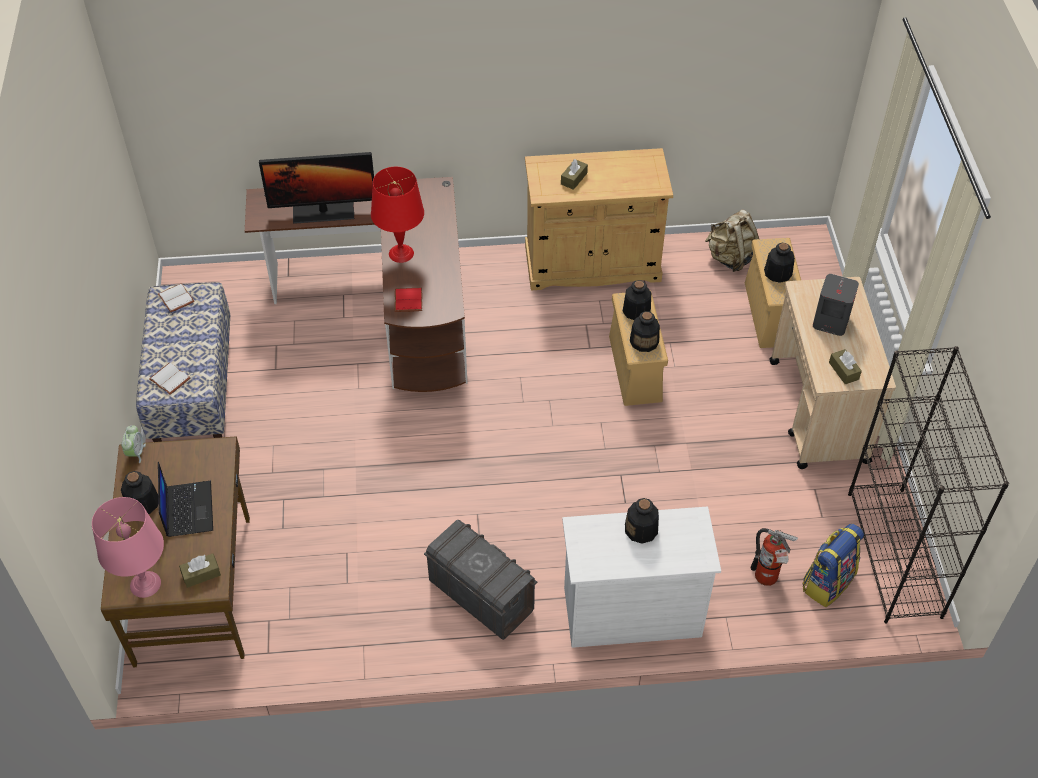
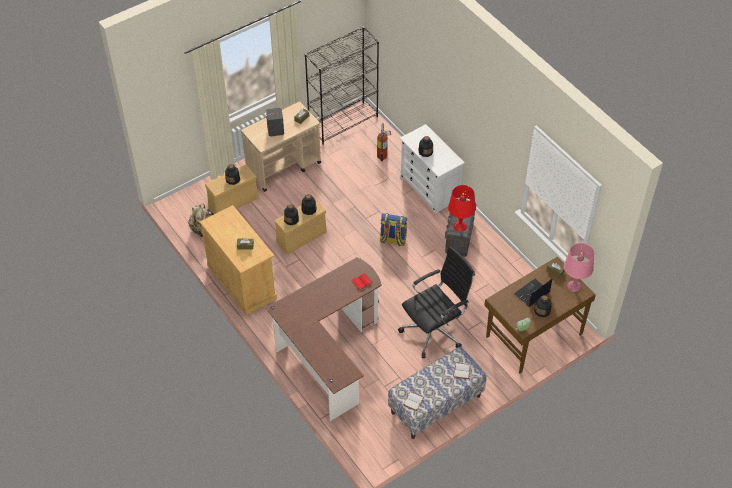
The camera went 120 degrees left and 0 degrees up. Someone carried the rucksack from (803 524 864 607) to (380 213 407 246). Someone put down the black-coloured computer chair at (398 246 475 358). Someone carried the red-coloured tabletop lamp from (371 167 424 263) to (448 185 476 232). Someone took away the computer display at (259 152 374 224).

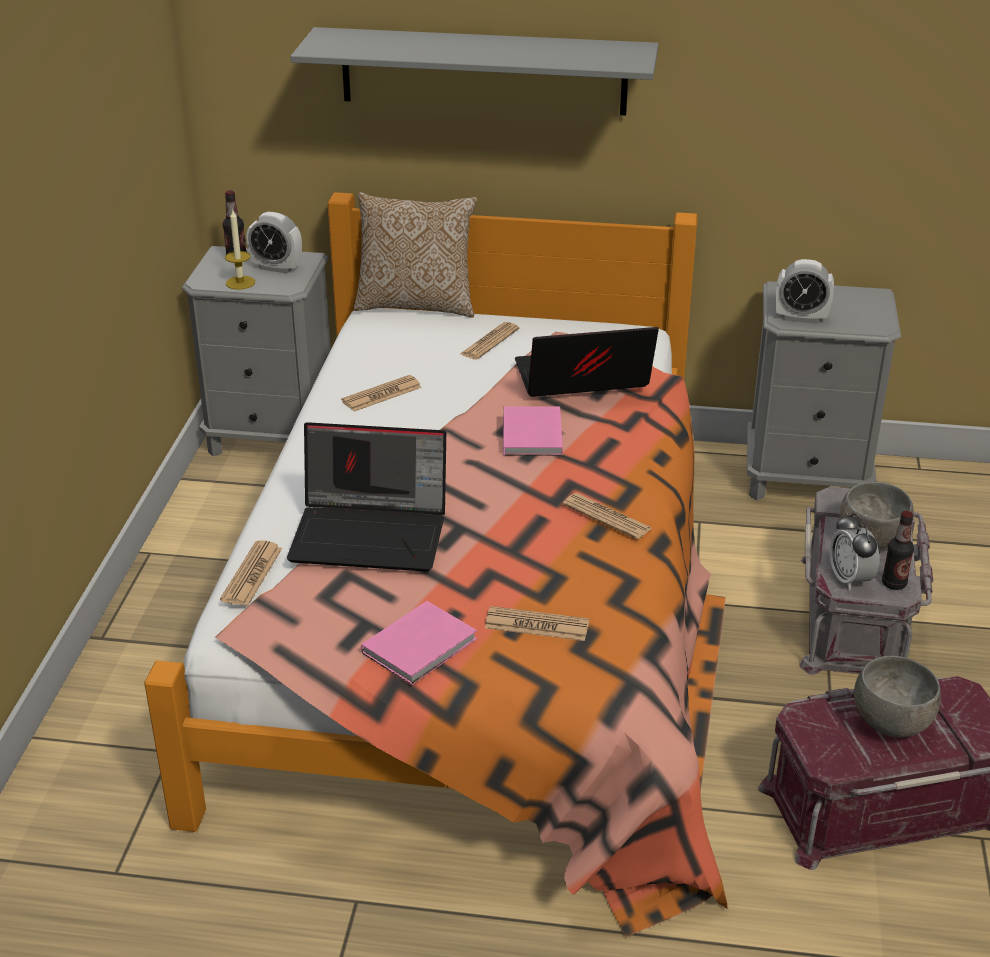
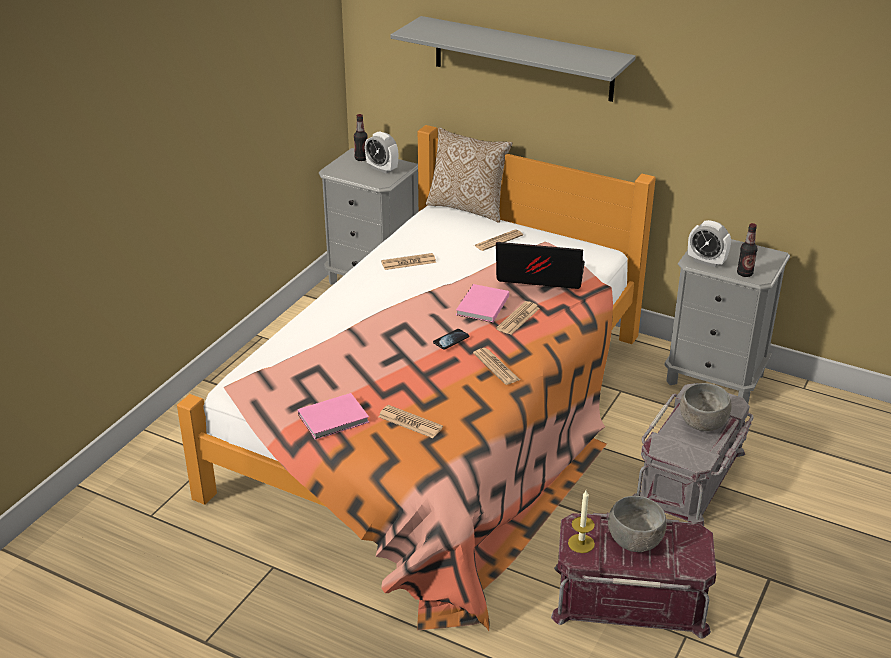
The camera went 20 degrees right and 0 degrees up. Someone put down the handset at (433 329 469 350). Someone carried the daily paper from (220 540 282 606) to (496 301 540 335). Someone carried the candle from (225 209 255 290) to (568 490 595 553). Someone carried the drink bottle from (882 511 914 590) to (737 223 758 277). Someone took away the notebook computer at (287 422 446 572). Someone took away the alarm clock at (830 513 879 591).

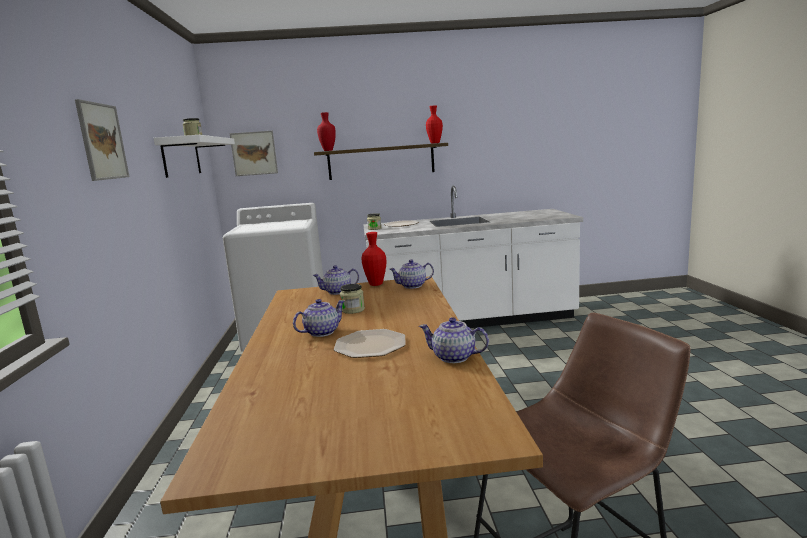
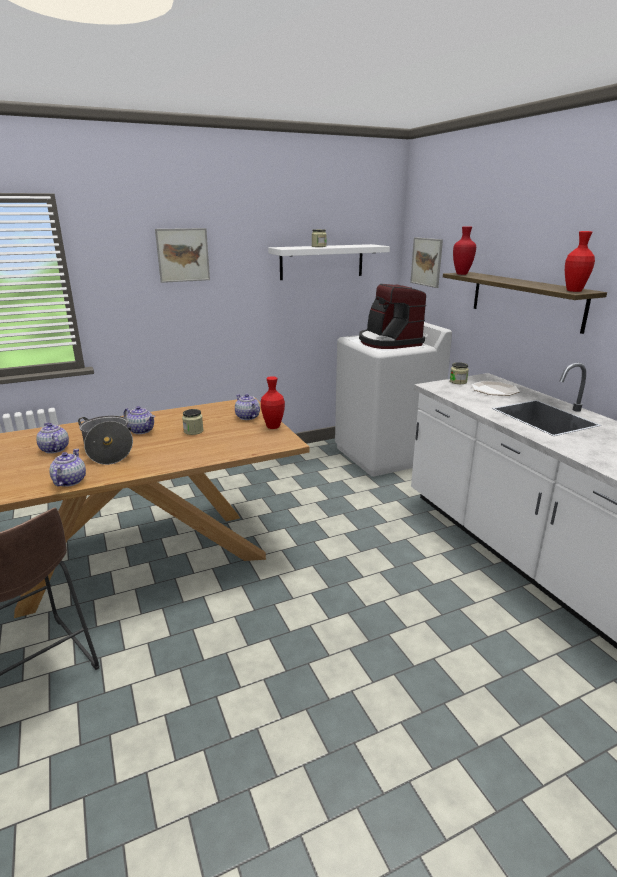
The camera went 70 degrees right and 10 degrees up. Someone carried the tea pot from (389 260 434 289) to (36 422 69 454). Someone swapped the flat dish at (334 329 406 358) for the stockpot at (78 416 133 465). Someone put down the coffee brewer at (359 284 426 349).

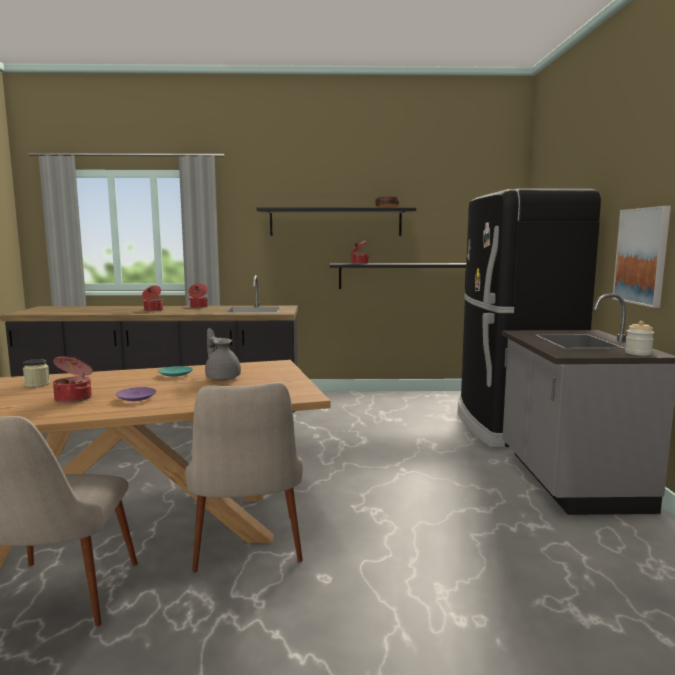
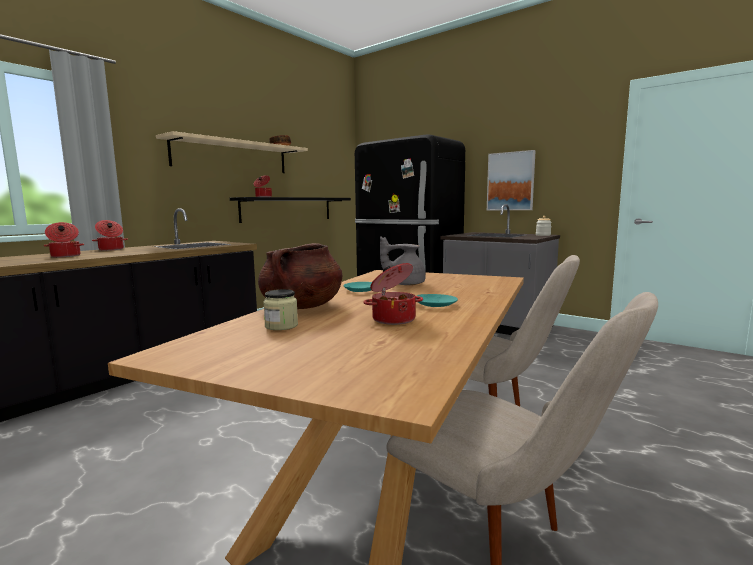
The camera went 50 degrees left and 0 degrees up. Someone repainted the black-coloured shelf at (256 207 416 236), which became the sand-coloured shelf at (156 131 308 173). Someone put down the brownish stockpot at (258 243 342 309). Someone repainted the purple flat dish at (116 387 157 401), which became the turquoise flat dish at (417 294 458 307).

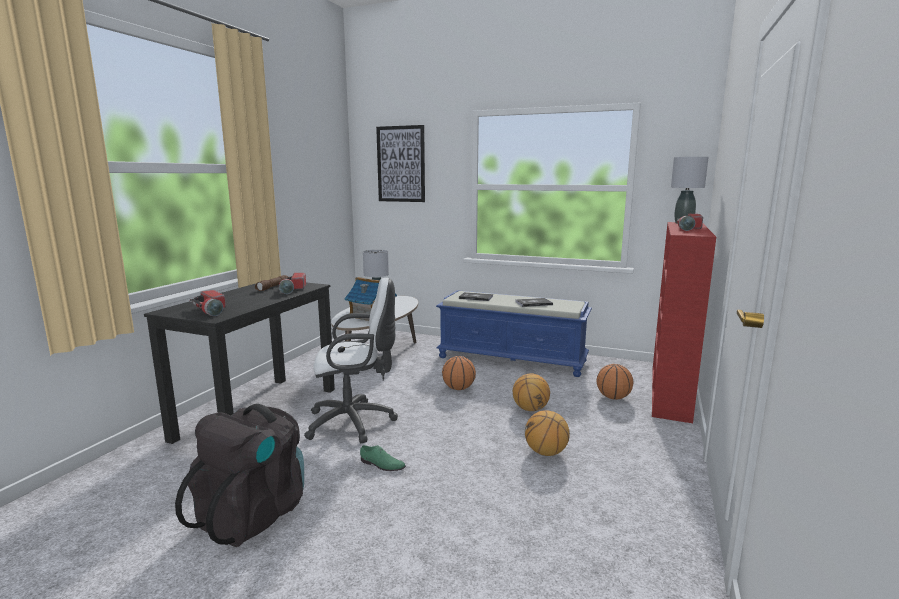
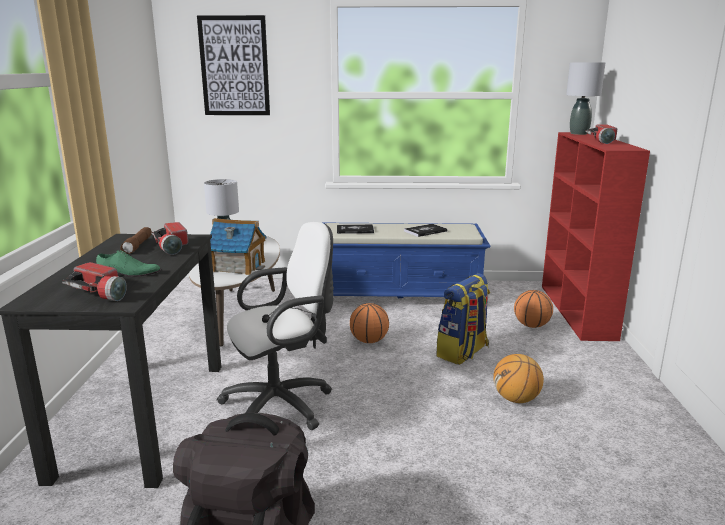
The camera went 20 degrees left and 5 degrees up. Someone carried the green item of footwear from (360 445 406 471) to (96 250 161 277). Someone swapped the basketball at (513 374 550 411) for the rucksack at (436 273 490 365).

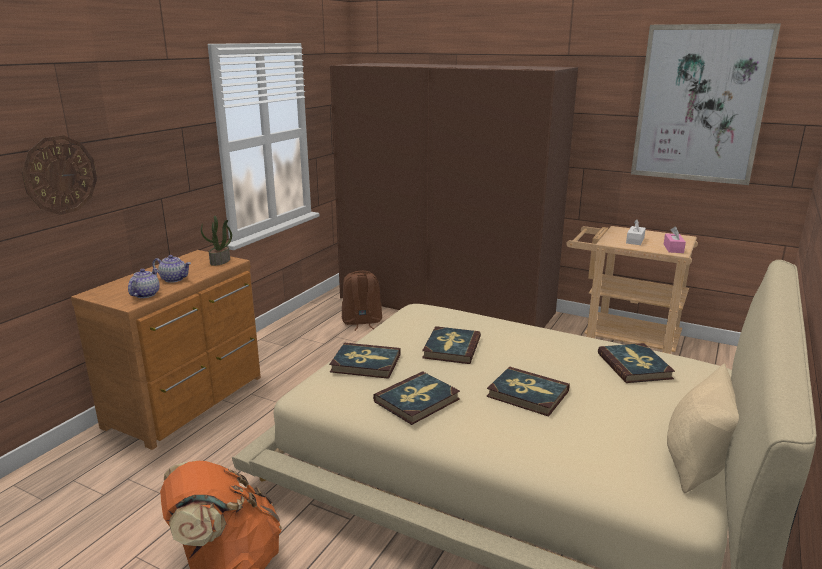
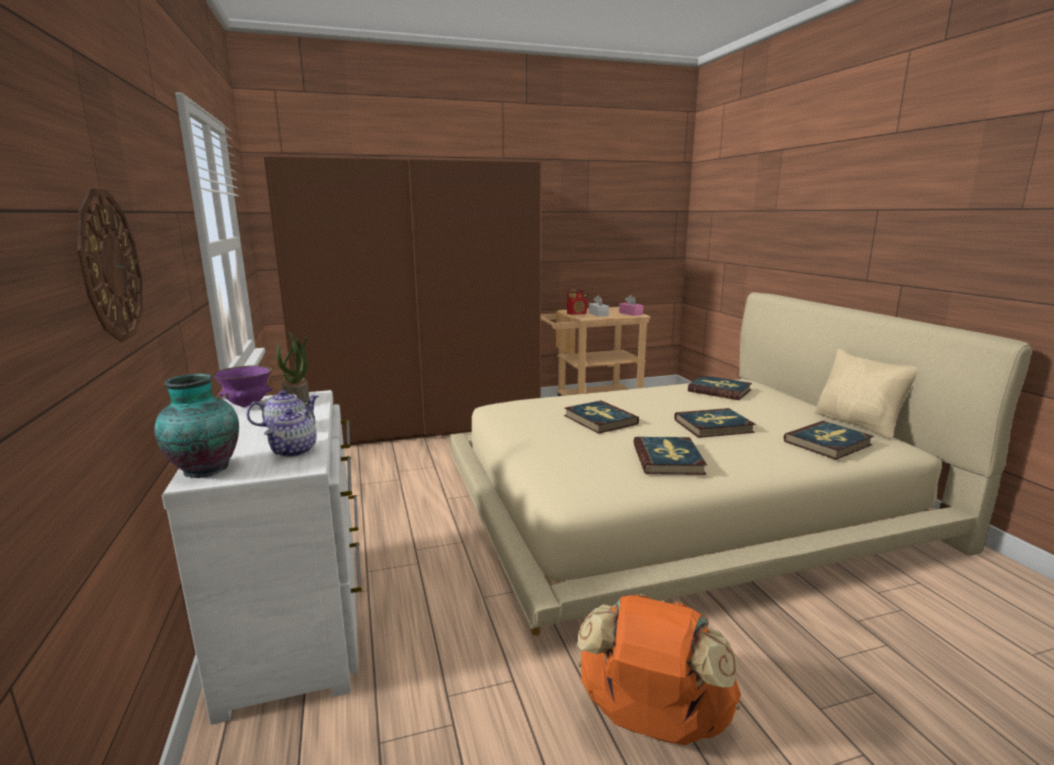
The camera went 45 degrees left and 5 degrees down. Someone put down the decorative vase at (154 374 239 478). Someone repainted the brownish dresser at (71 250 261 450), which became the white-coloured dresser at (162 390 362 725). Someone put down the purple bowl at (213 365 273 407). Someone rotated the tea pot at (128 268 160 298) by 135 degrees counterclockwise. Someone put down the radio set at (567 289 588 315). Someone carried the volume from (329 343 401 379) to (784 421 874 460). Someone took away the brownish rucksack at (342 271 382 331). Someone took away the wall picture at (631 23 781 185).

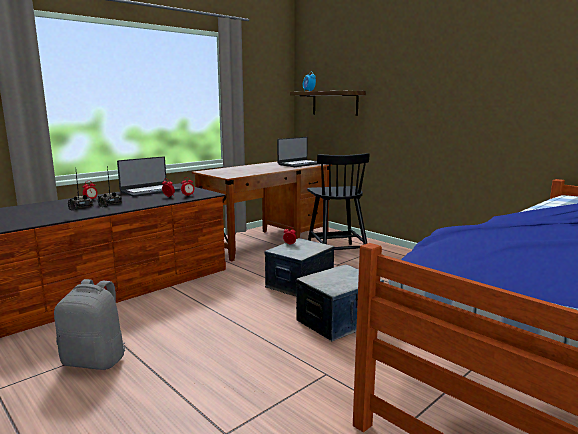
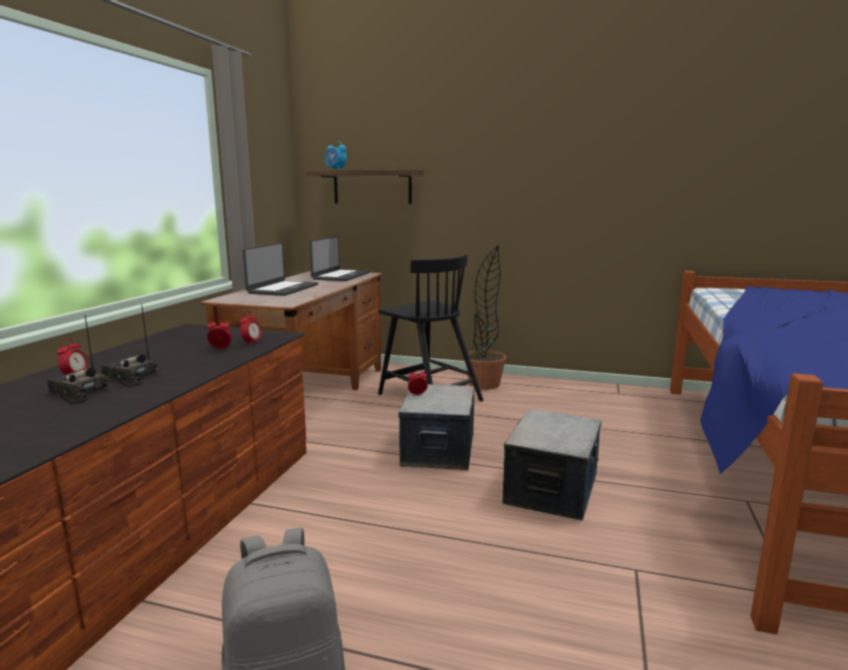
The camera went 30 degrees left and 0 degrees up. Someone carried the notebook computer from (117 156 181 197) to (242 243 318 296). Someone put down the potted plant at (464 245 506 390).

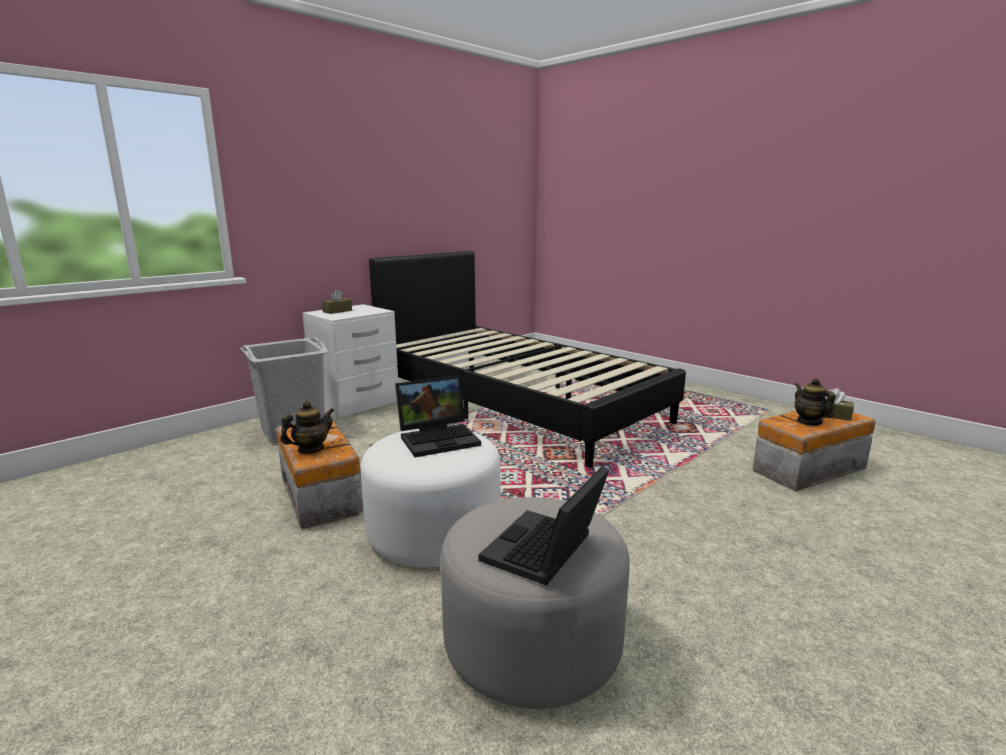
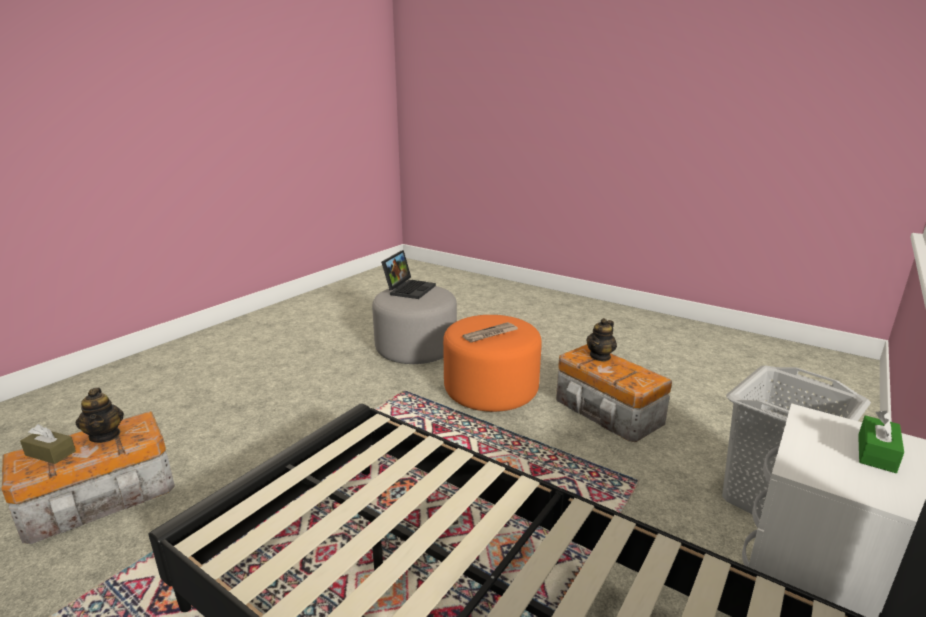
The camera went 170 degrees right and 5 degrees up. Someone repainted the white-coloured pouffe at (361 429 500 567), which became the orange-coloured pouffe at (443 315 542 412). Someone swapped the notebook computer at (395 376 481 457) for the daily paper at (462 322 518 342). Someone repainted the brownish tissue holder at (322 290 352 314), which became the green tissue holder at (858 410 904 473).

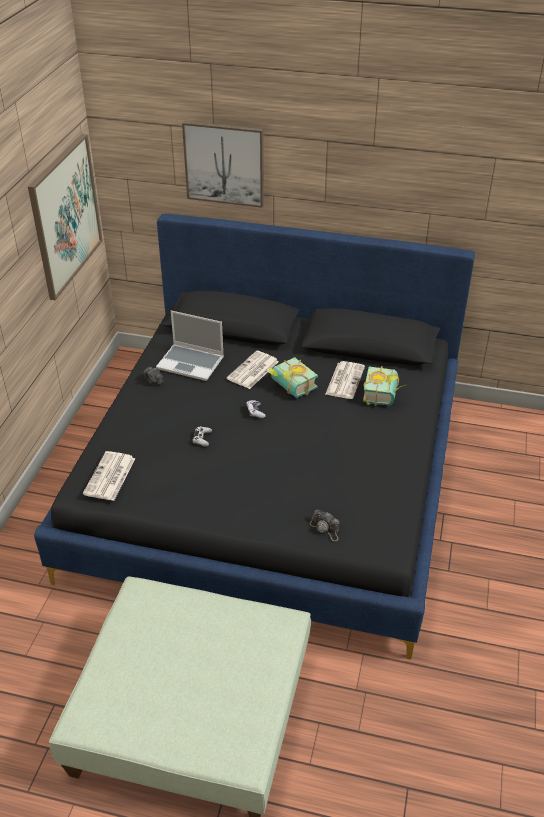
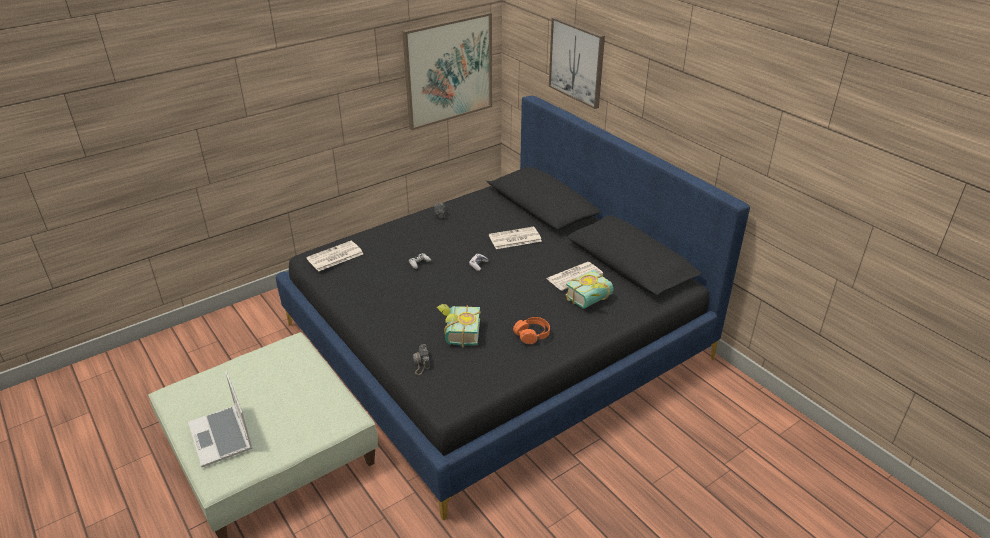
The camera went 40 degrees right and 5 degrees down. Someone carried the notebook computer from (156 311 224 381) to (188 372 253 467). Someone carried the volume from (268 357 318 398) to (437 304 481 347). Someone put down the orange-coloured pair of headphones at (513 317 550 344).

